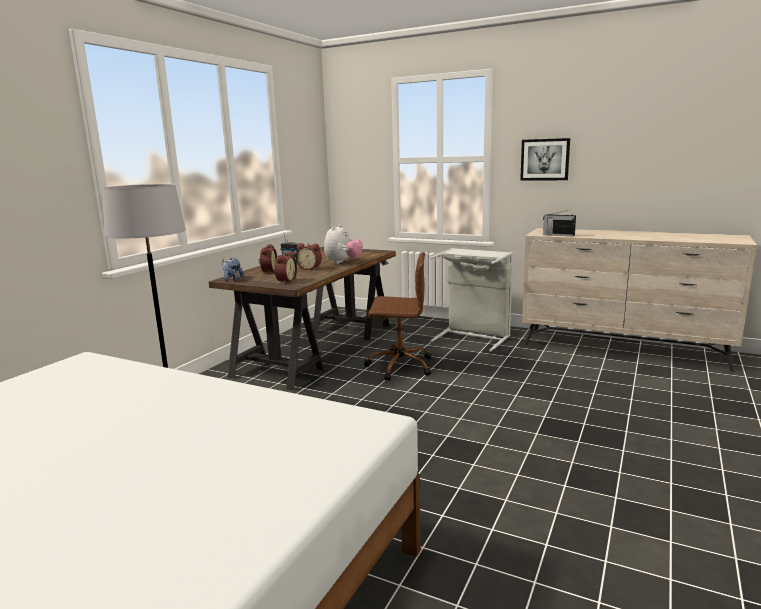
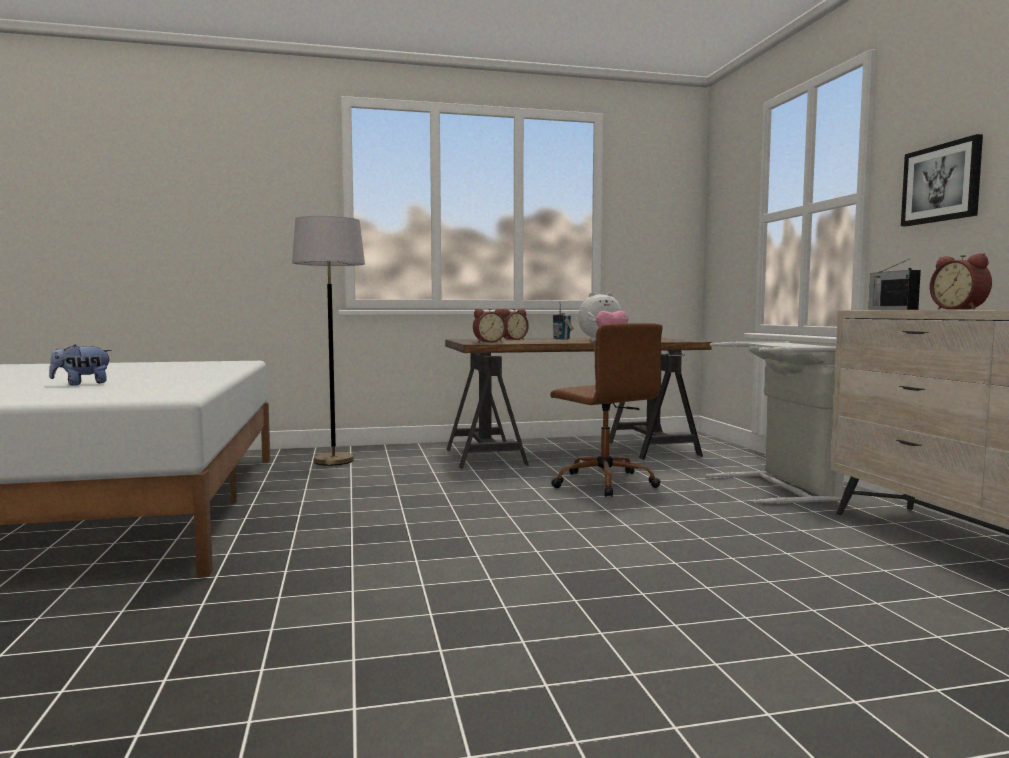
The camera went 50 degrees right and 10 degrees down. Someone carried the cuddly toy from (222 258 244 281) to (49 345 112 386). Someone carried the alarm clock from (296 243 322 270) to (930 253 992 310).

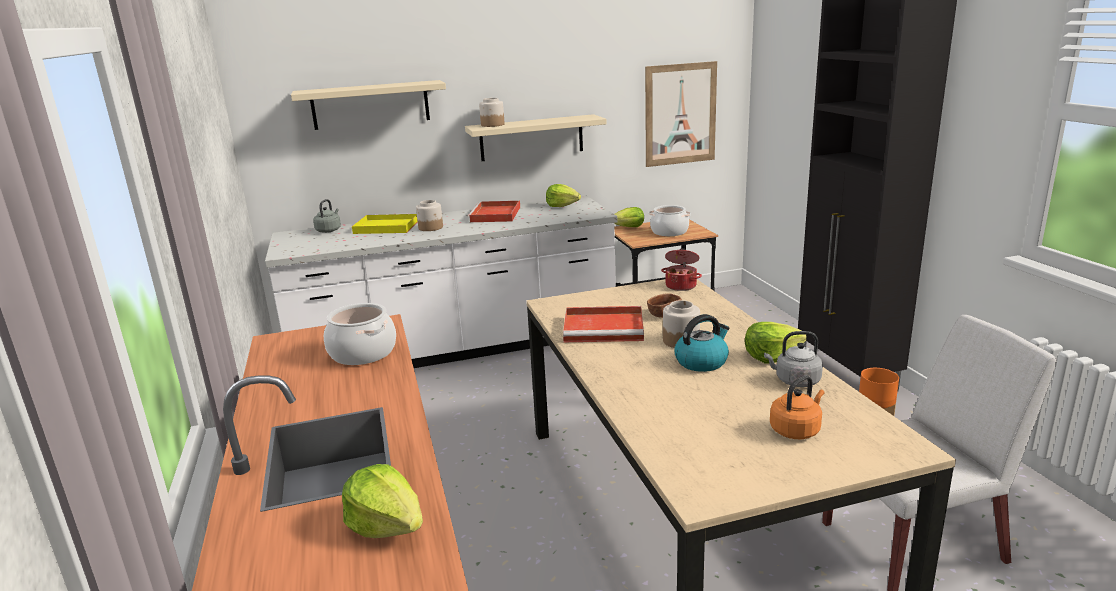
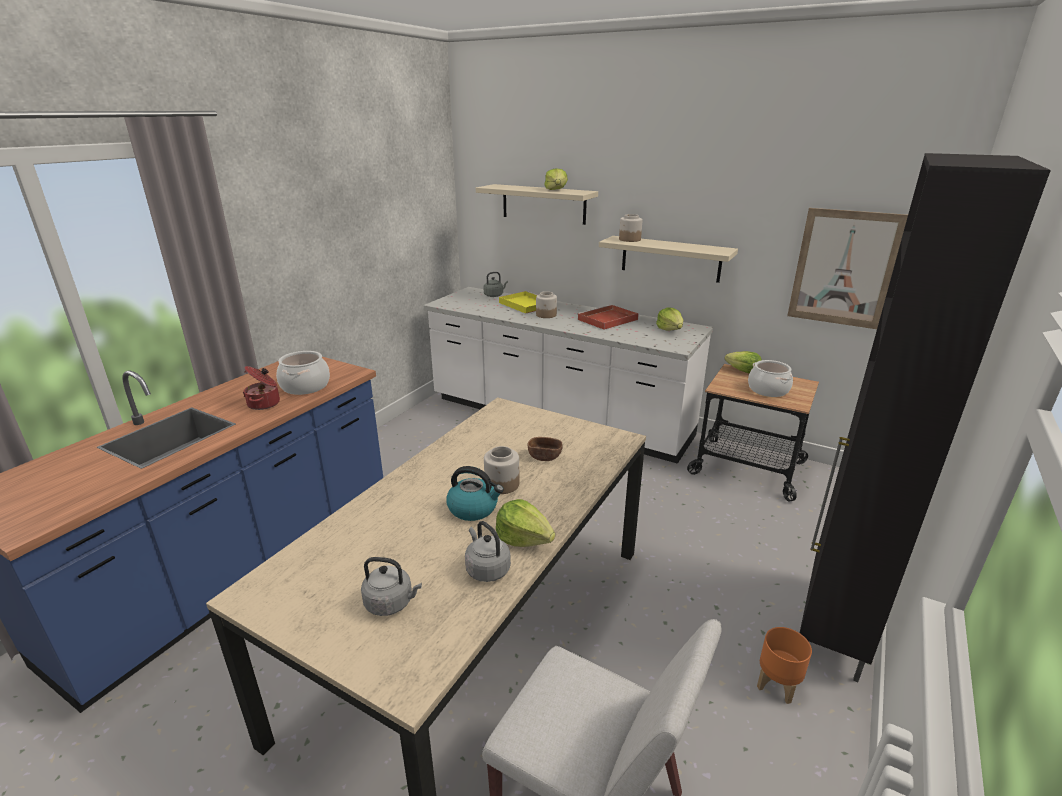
The camera went 45 degrees right and 5 degrees up. Someone carried the stockpot from (661 248 702 291) to (243 366 280 410). Someone repainted the orange-coloured kettle at (770 375 824 439), which became the grey kettle at (361 557 422 616). Someone carried the lettuce head from (342 464 423 538) to (544 168 568 190). Someone took away the red-coloured tray at (563 306 644 342).

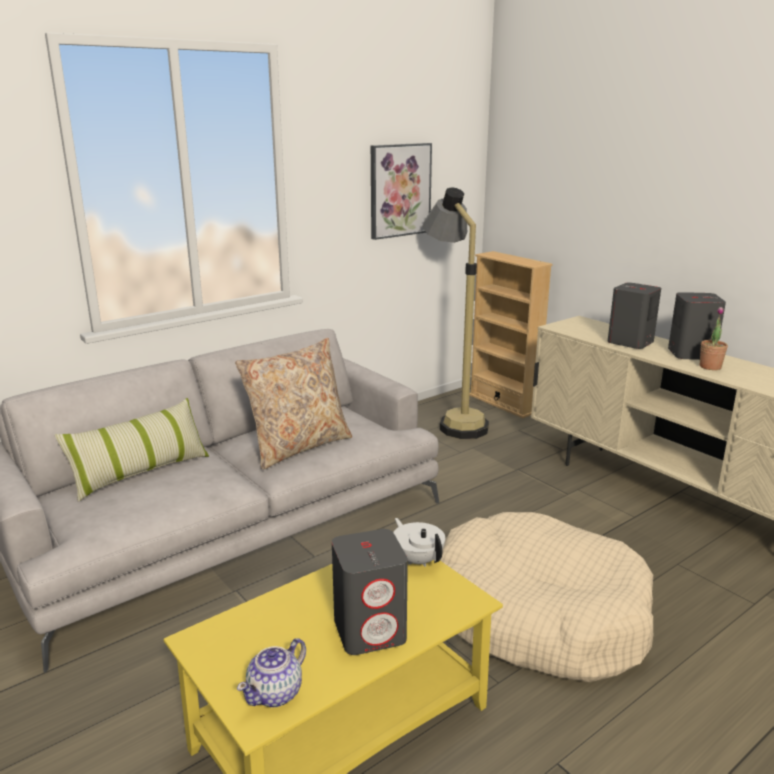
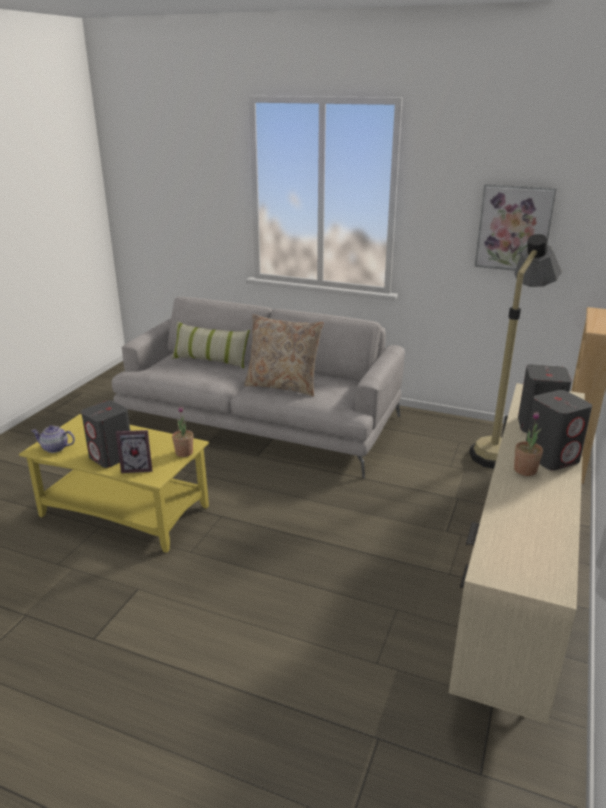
The camera went 60 degrees right and 5 degrees up. Someone put down the picture frame at (116 430 152 473). Someone swapped the white-coloured tea pot at (393 518 445 567) for the potted plant at (172 406 193 457). Someone took away the sand-coloured dog cushion at (440 512 653 682).

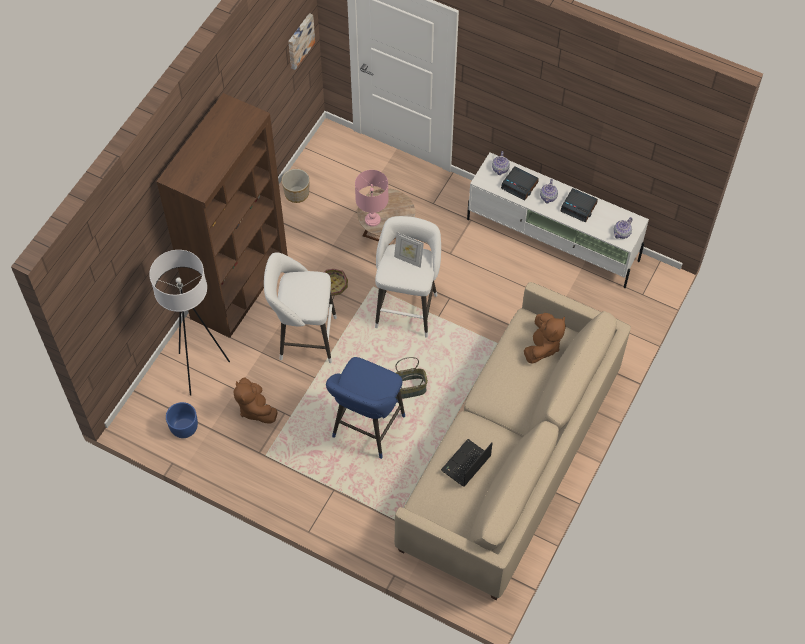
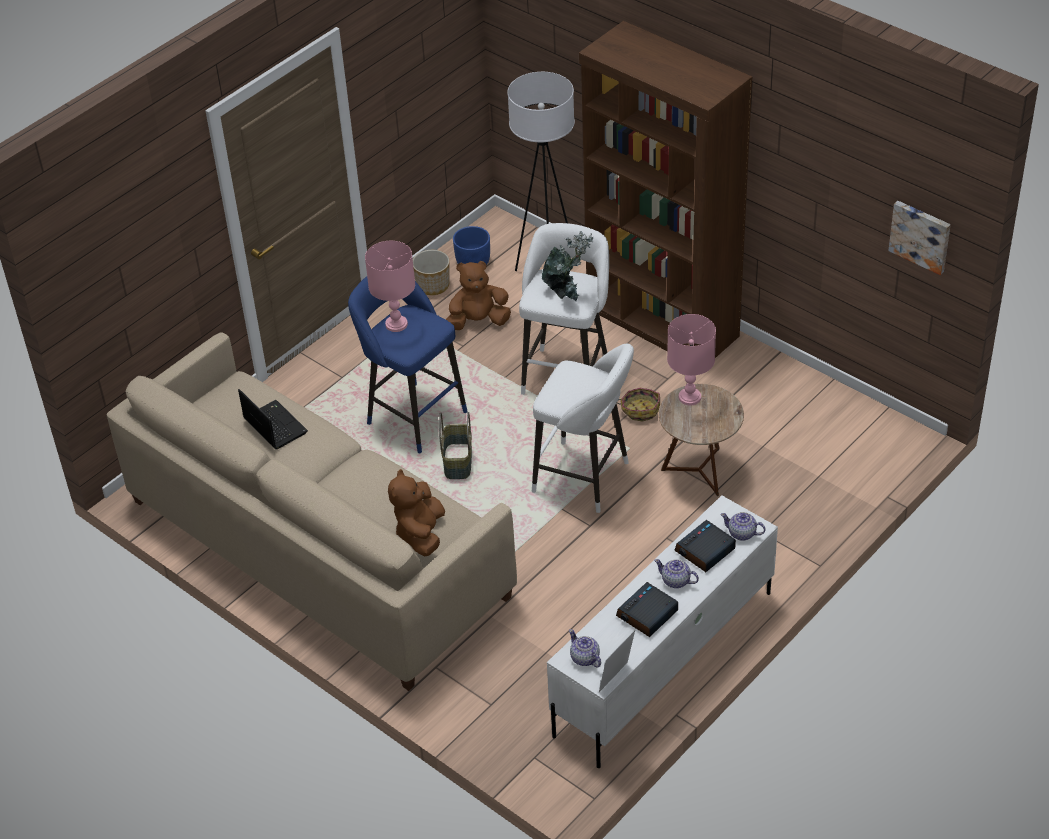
The camera went 105 degrees right and 15 degrees down. Someone put down the pink-coloured tabletop lamp at (365 241 415 332). Someone rotated the brownish cuddly toy at (524 313 566 364) by 60 degrees clockwise. Someone carried the flower pot from (282 169 310 203) to (413 250 450 295). Someone put down the potted plant at (542 231 594 302). Someone carried the picture frame from (394 232 424 268) to (599 630 635 692).

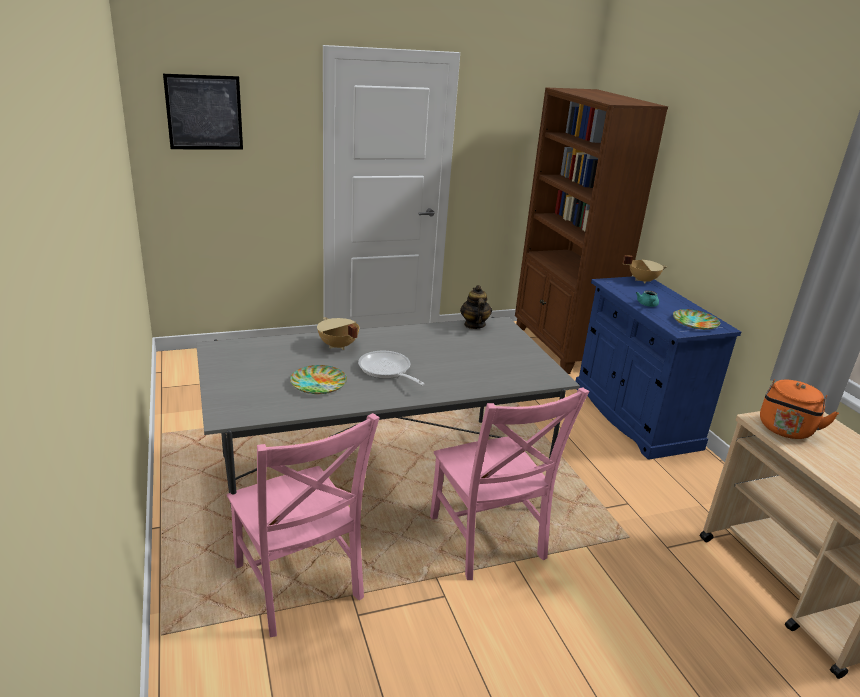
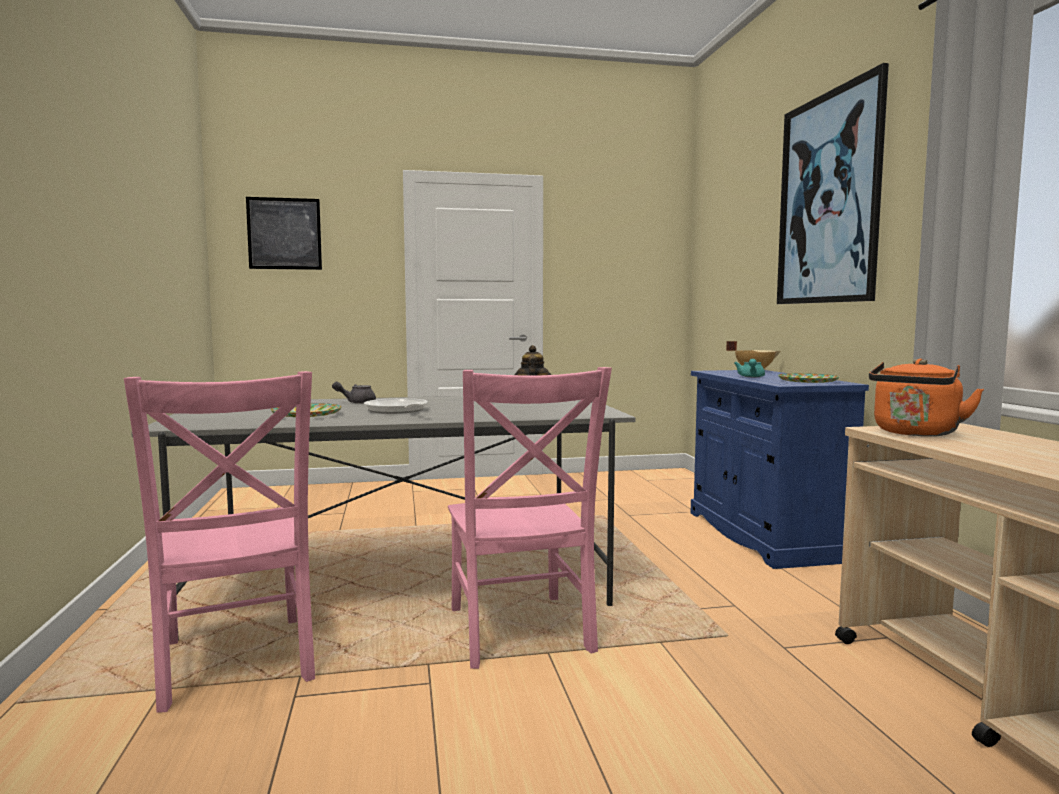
The camera went 10 degrees right and 20 degrees down. Someone swapped the sand-coloured stockpot at (317 317 359 350) for the grey tea pot at (332 382 376 404). Someone put up the wall picture at (777 63 889 304). Someone took away the brownish bookshelf at (515 88 668 374).

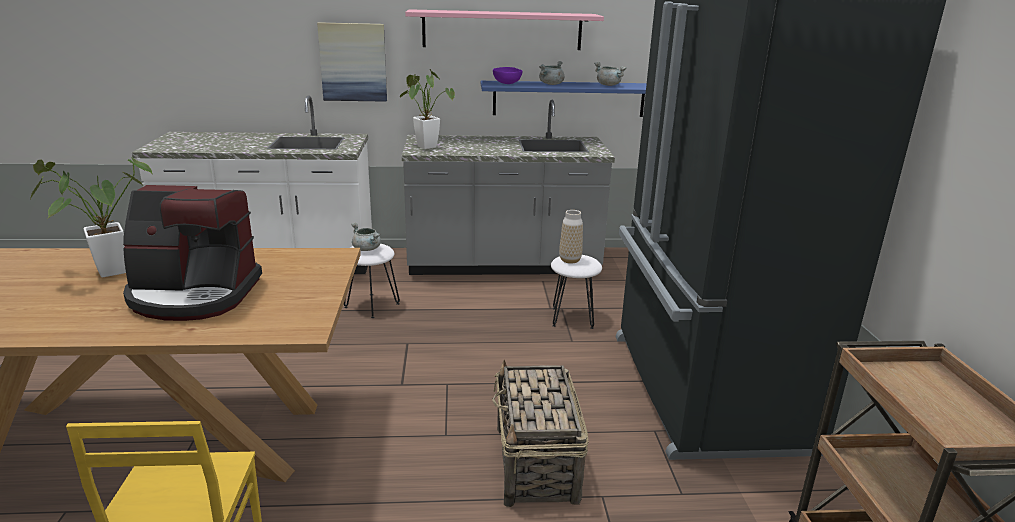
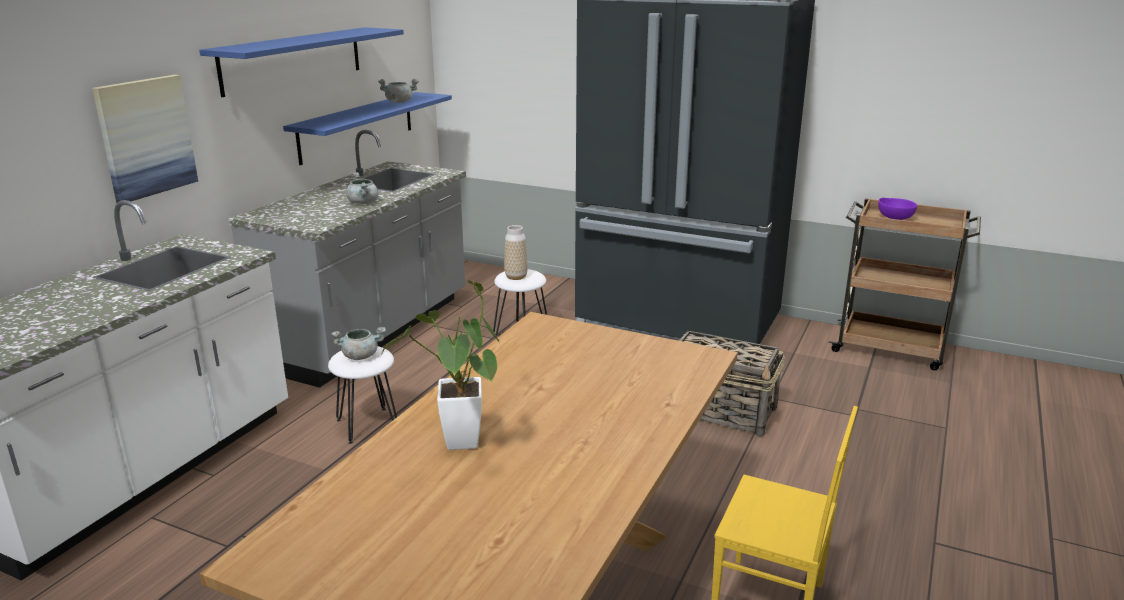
The camera went 60 degrees left and 0 degrees up. Someone repainted the pink-coloured shelf at (405 9 604 50), which became the blue shelf at (199 27 404 97). Someone carried the grey stockpot from (539 61 564 85) to (346 172 379 204). Someone carried the purple bowl from (493 67 522 84) to (878 198 917 220). Someone took away the coffee brewer at (123 185 262 321). Someone took away the potted plant at (400 69 455 149).

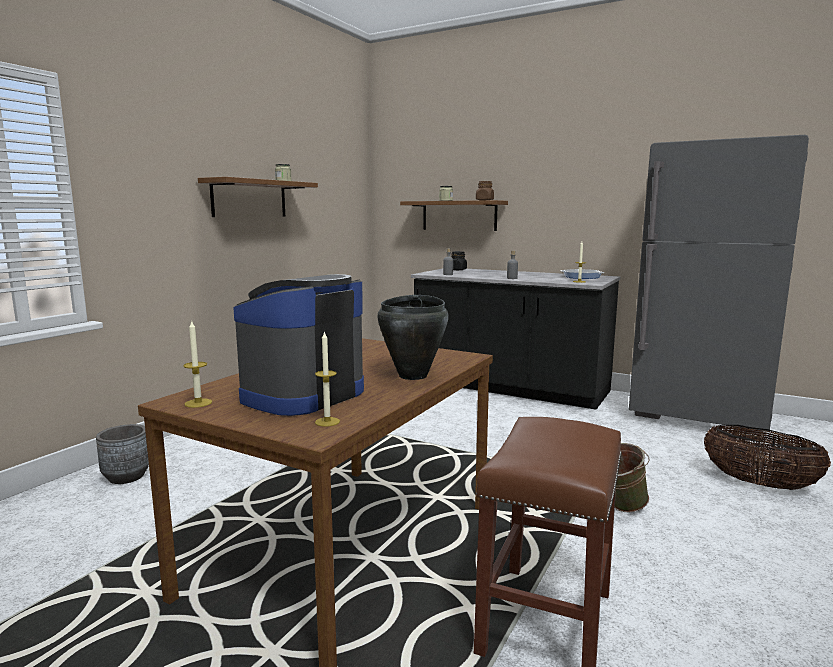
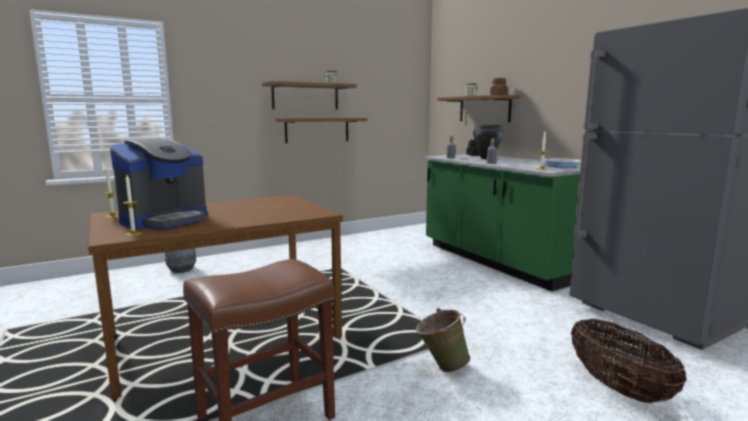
The camera went 30 degrees right and 0 degrees up. Someone rotated the coffee brewer at (233 274 364 416) by 150 degrees clockwise. Someone put up the brownish shelf at (275 118 367 143). Someone repainted the black-coloured counter at (411 269 620 410), which became the green counter at (424 154 581 291). Someone carried the black-coloured stockpot from (377 295 449 380) to (473 125 504 159).

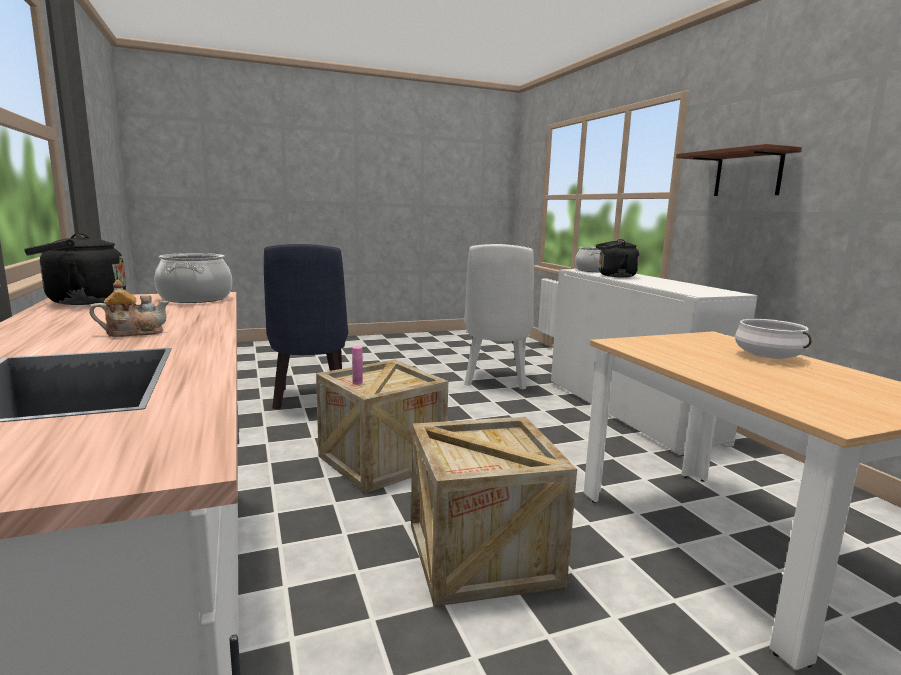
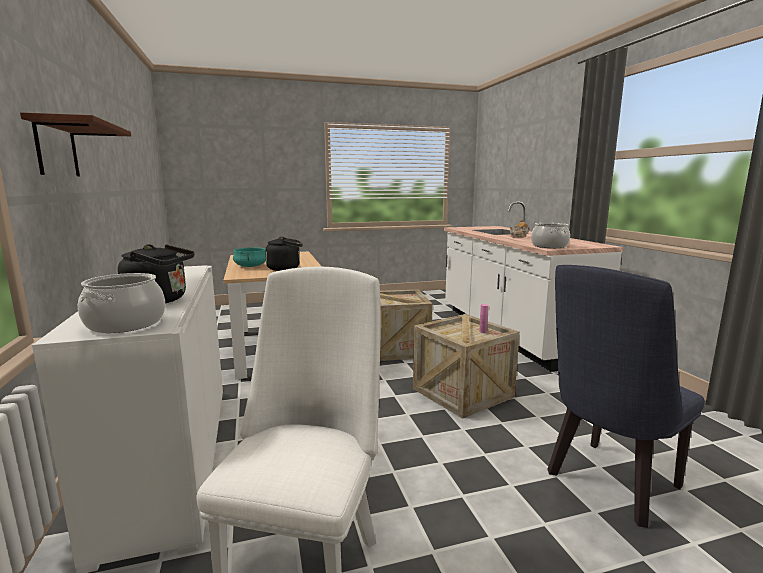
The camera went 175 degrees left and 0 degrees up. Someone repainted the white-coloured stockpot at (735 319 812 359), which became the turquoise stockpot at (233 247 266 267). Someone carried the black-coloured kettle from (24 233 126 305) to (265 237 303 271). Someone rotated the blue plain chair at (264 244 348 410) by 120 degrees counterclockwise.

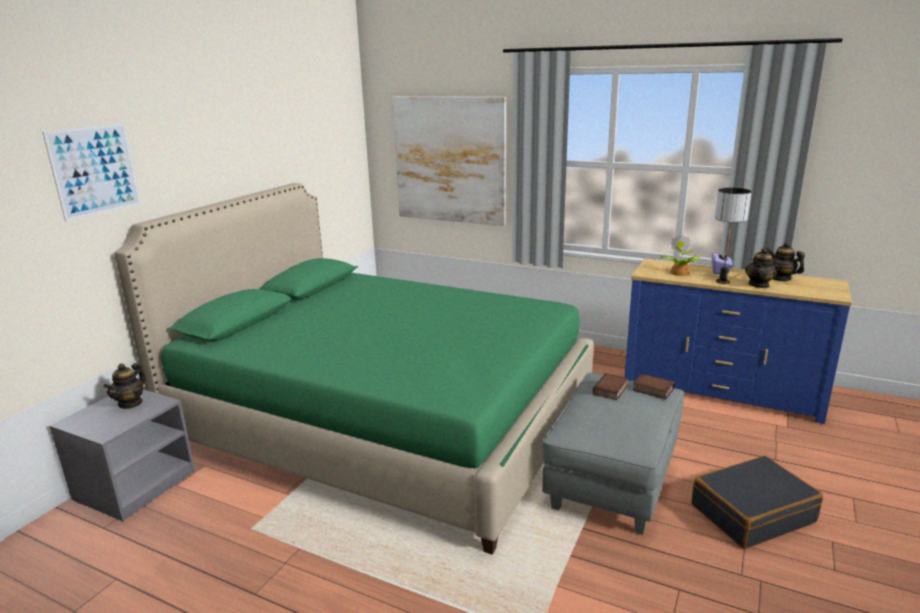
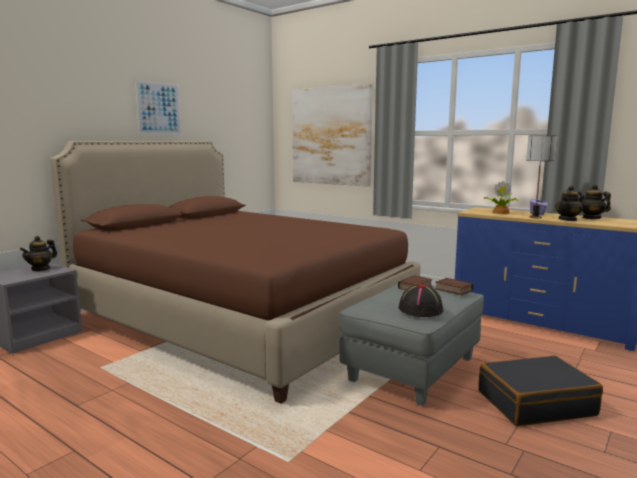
The camera went 10 degrees right and 10 degrees down. Someone repainted the green bedroom bed at (114 183 594 555), which became the brownish bedroom bed at (50 141 421 404). Someone carried the wall picture from (42 123 141 222) to (135 80 181 134). Someone put down the black-coloured hat at (399 284 444 317).

